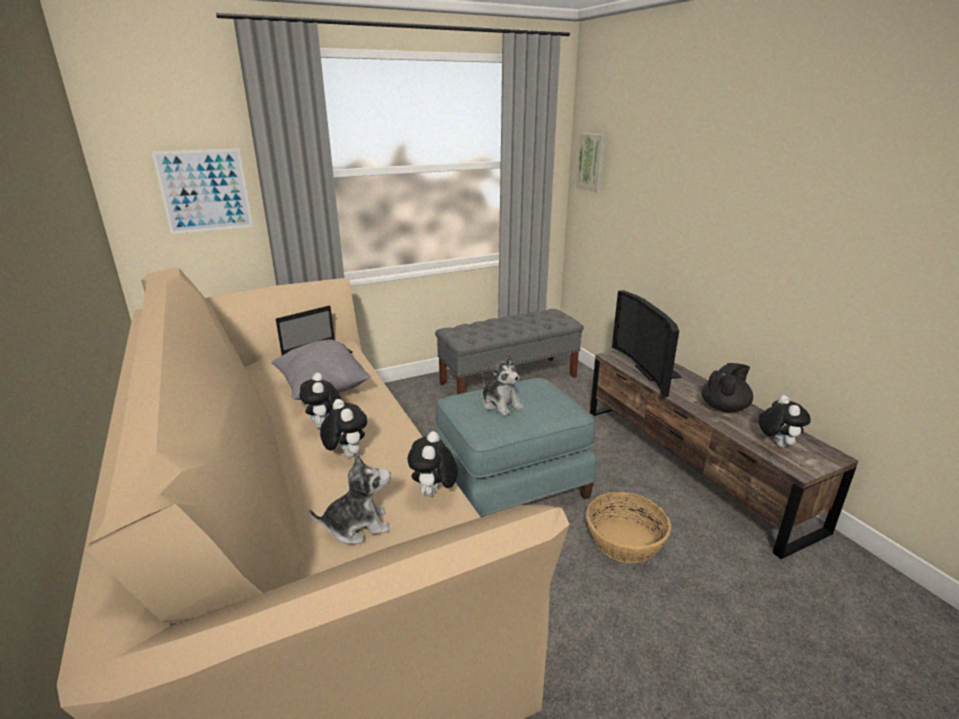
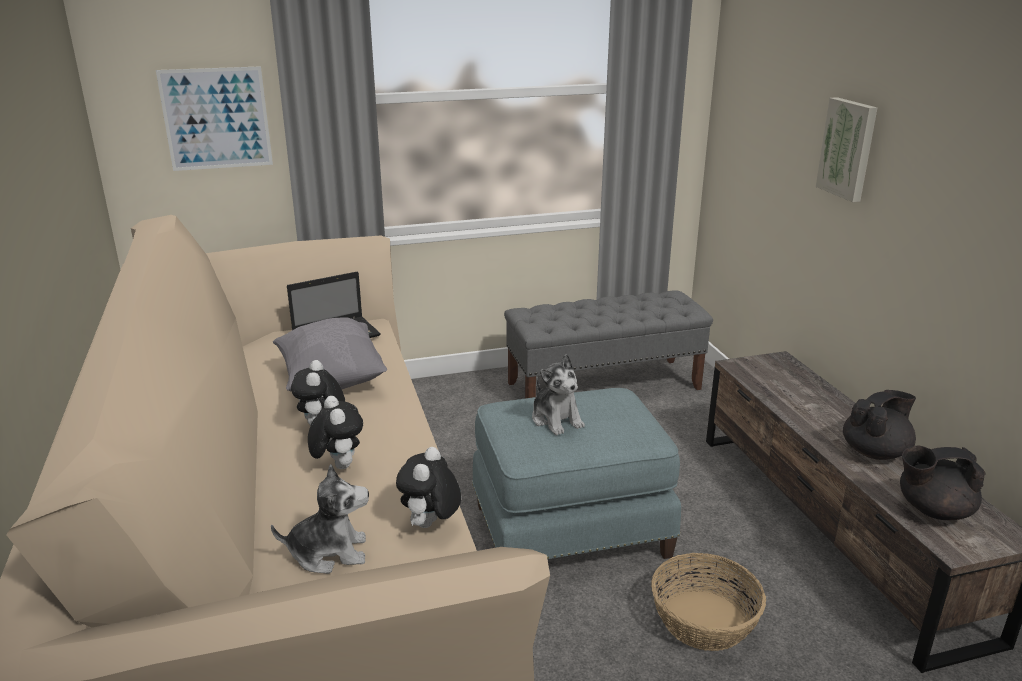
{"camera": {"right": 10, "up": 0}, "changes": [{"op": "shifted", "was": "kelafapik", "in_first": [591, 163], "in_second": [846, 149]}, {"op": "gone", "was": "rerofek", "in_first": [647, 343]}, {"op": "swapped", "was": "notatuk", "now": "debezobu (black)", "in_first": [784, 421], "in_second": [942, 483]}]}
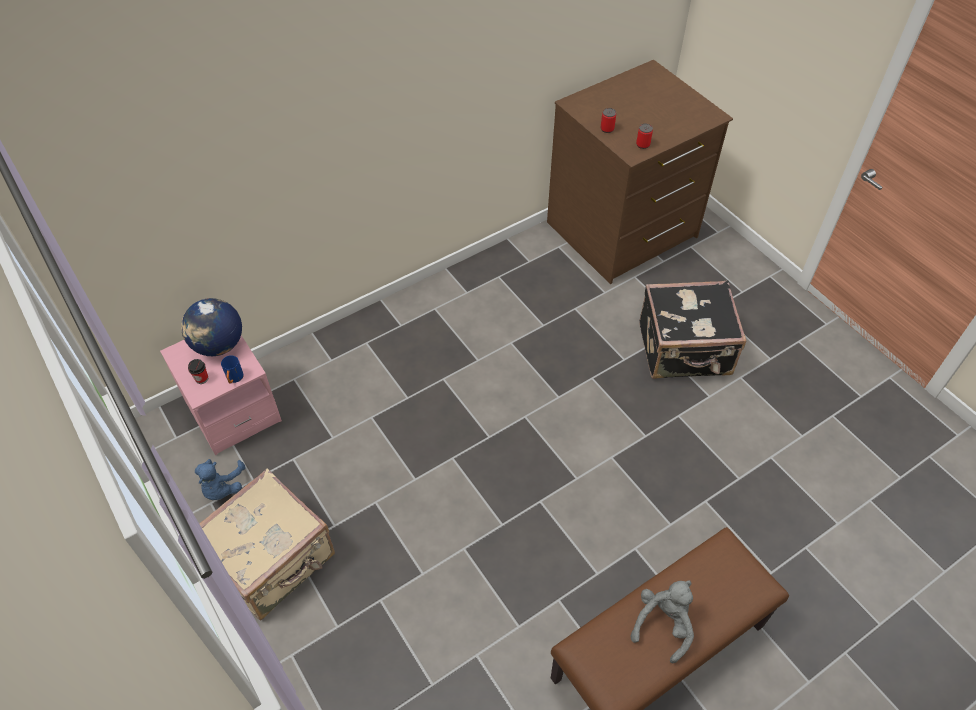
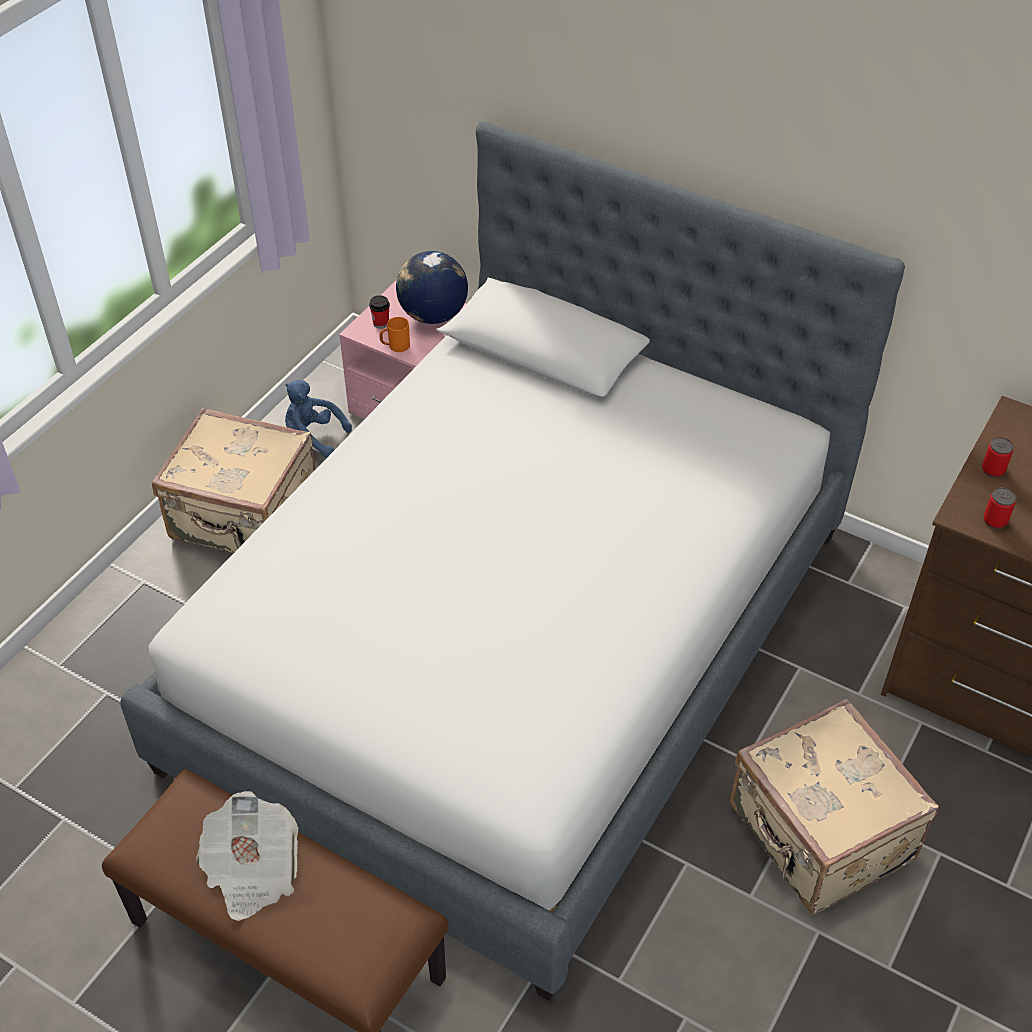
{"camera": {"right": 65, "up": -5}, "changes": [{"op": "rotated", "was": "notatuk (blue)", "in_first": [220, 479], "in_second": [318, 419], "clockwise": 45}, {"op": "repainted", "was": "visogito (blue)", "now": "visogito (orange)", "in_first": [232, 369], "in_second": [394, 334]}, {"op": "swapped", "was": "notatuk (grey)", "now": "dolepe", "in_first": [662, 622], "in_second": [247, 856]}, {"op": "repainted", "was": "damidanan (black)", "now": "damidanan (beige)", "in_first": [692, 329], "in_second": [834, 806]}, {"op": "new", "now": "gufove", "in_second": [512, 561]}]}
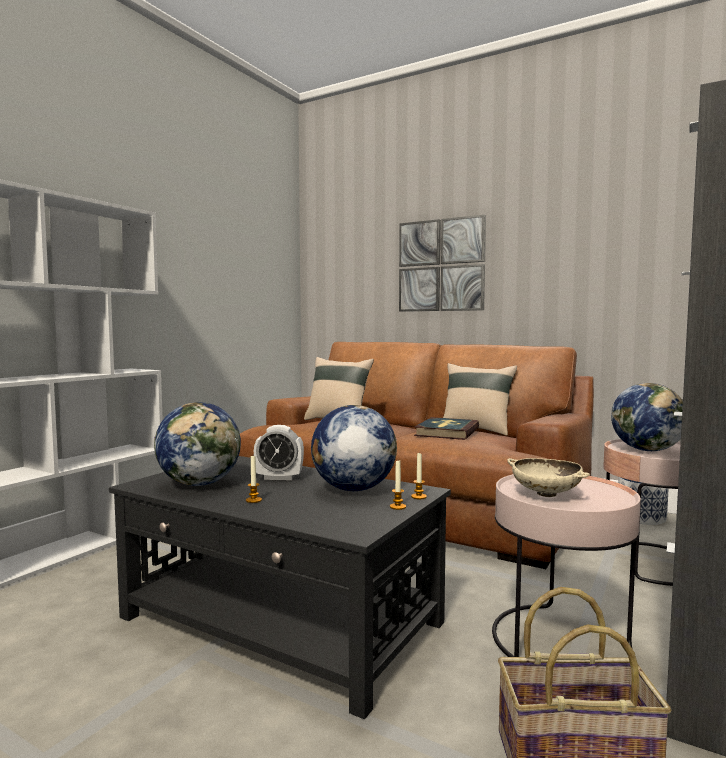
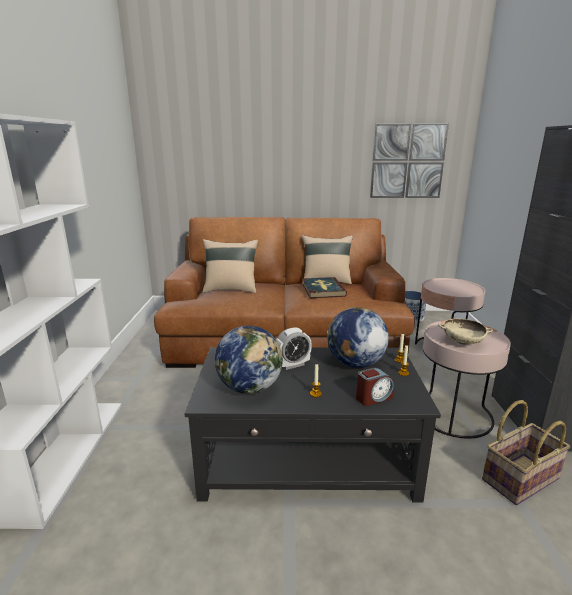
{"camera": {"right": -30, "up": 15}, "changes": [{"op": "shifted", "was": "kelafapik", "in_first": [442, 263], "in_second": [409, 160]}, {"op": "gone", "was": "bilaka", "in_first": [647, 417]}, {"op": "new", "now": "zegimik", "in_second": [375, 387]}]}
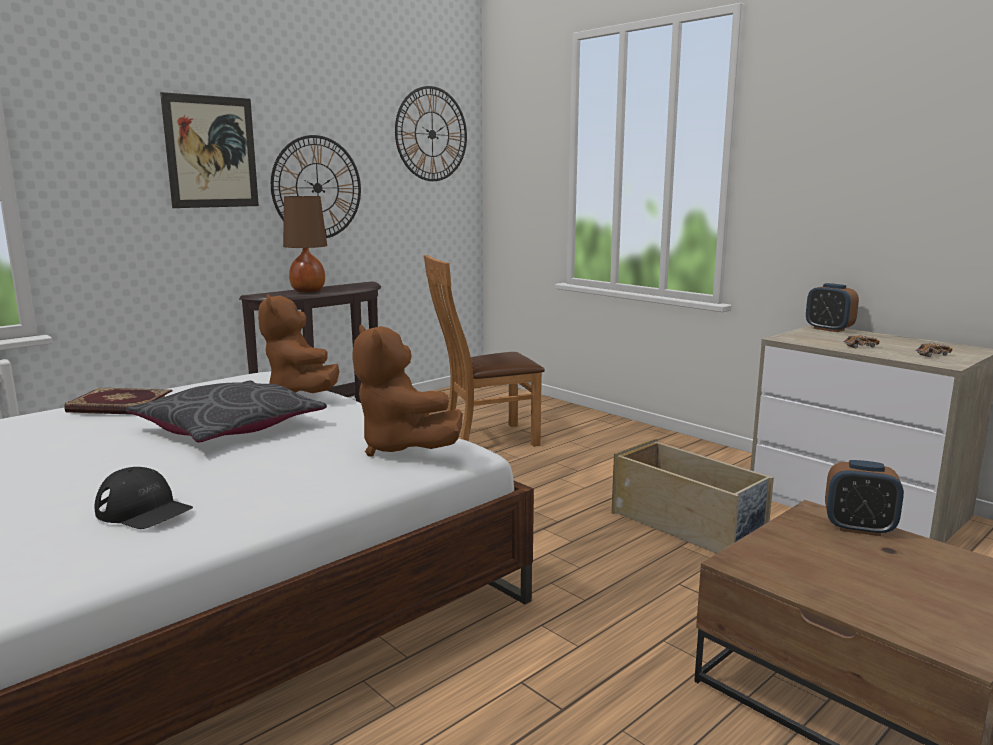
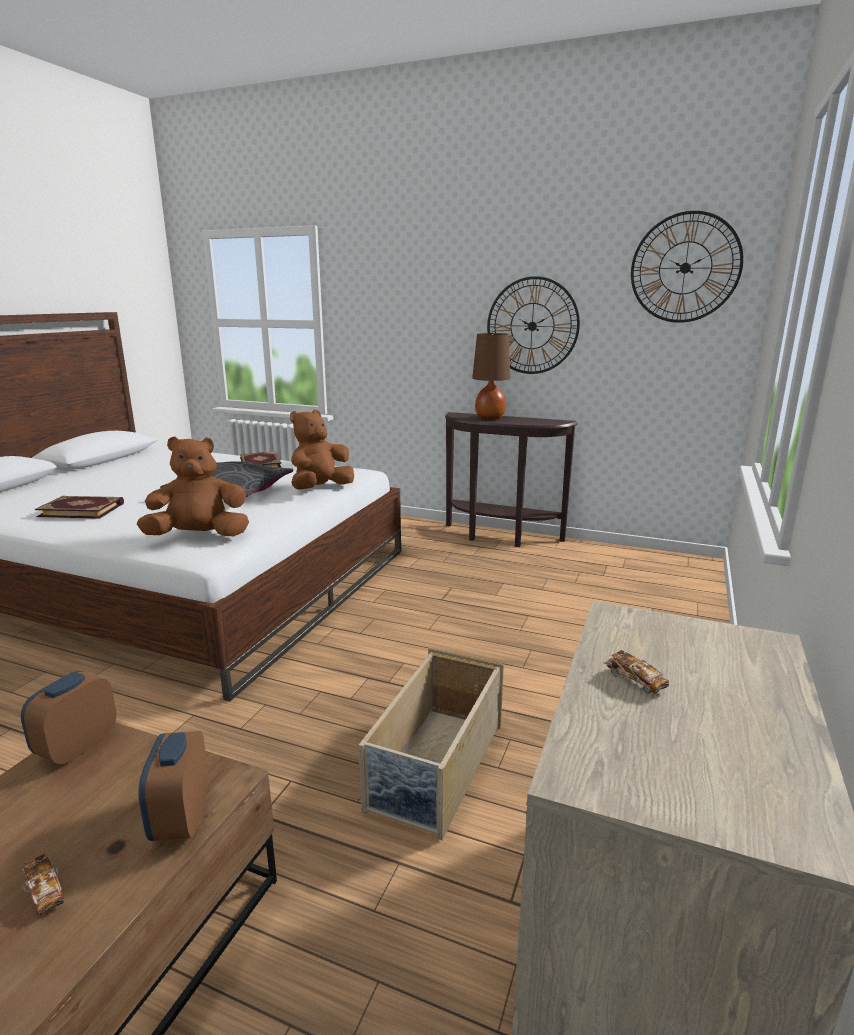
{"camera": {"right": 65, "up": 5}, "changes": [{"op": "swapped", "was": "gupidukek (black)", "now": "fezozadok", "in_first": [143, 498], "in_second": [79, 507]}, {"op": "gone", "was": "kelafapik", "in_first": [209, 150]}, {"op": "rotated", "was": "notatuk (brown)", "in_first": [407, 391], "in_second": [193, 486], "clockwise": 45}, {"op": "gone", "was": "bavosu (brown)", "in_first": [484, 351]}, {"op": "shifted", "was": "zegimik", "in_first": [832, 307], "in_second": [68, 717]}, {"op": "shifted", "was": "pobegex", "in_first": [933, 350], "in_second": [43, 884]}]}
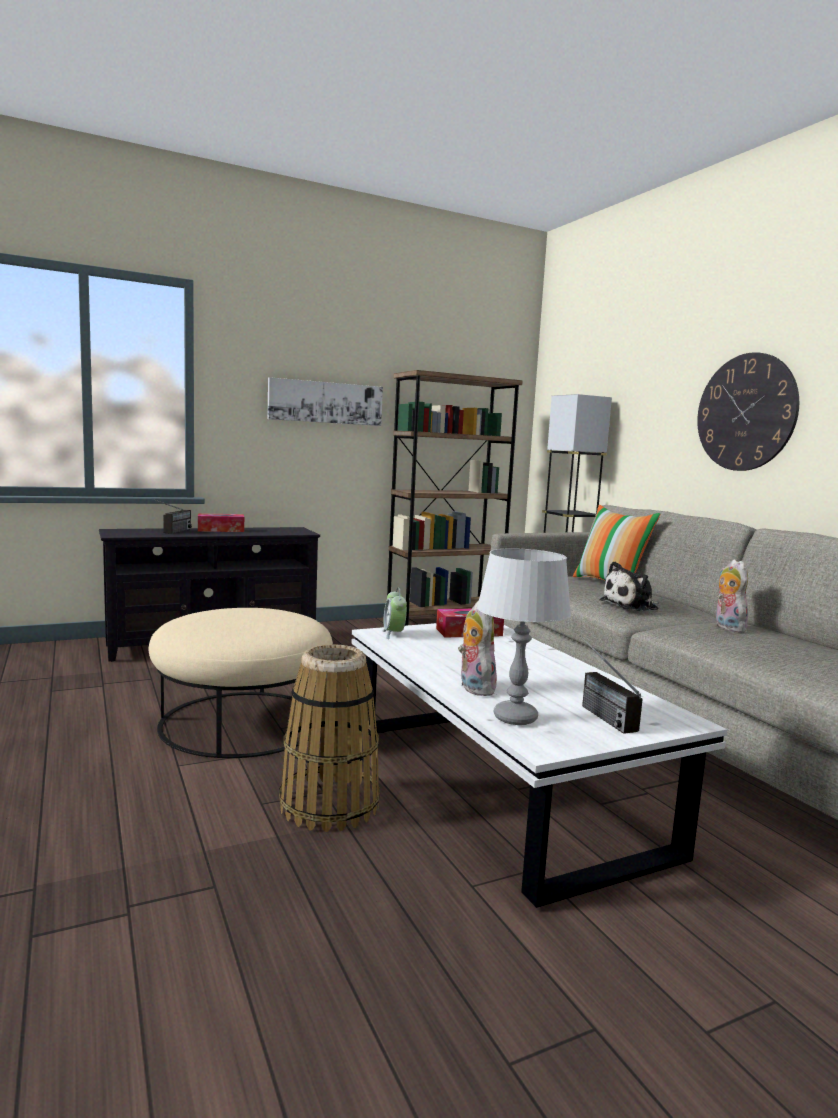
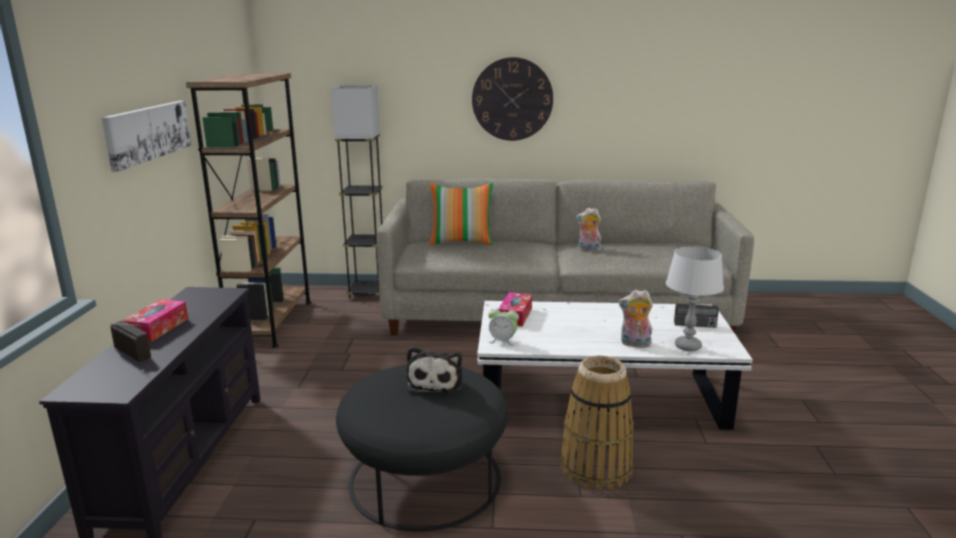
{"camera": {"right": -60, "up": 10}, "changes": [{"op": "repainted", "was": "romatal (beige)", "now": "romatal (black)", "in_first": [241, 683], "in_second": [422, 448]}, {"op": "shifted", "was": "notatuk", "in_first": [629, 586], "in_second": [434, 370]}]}
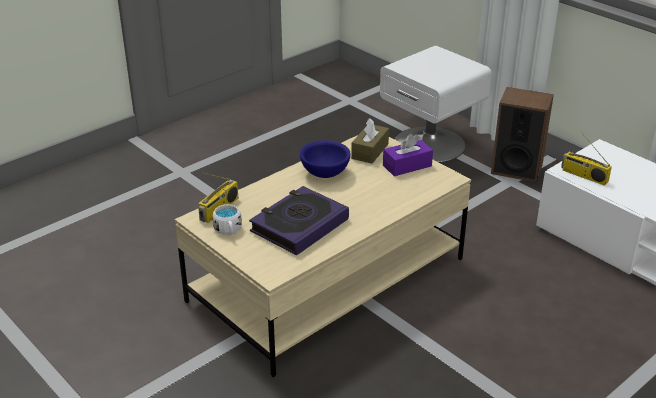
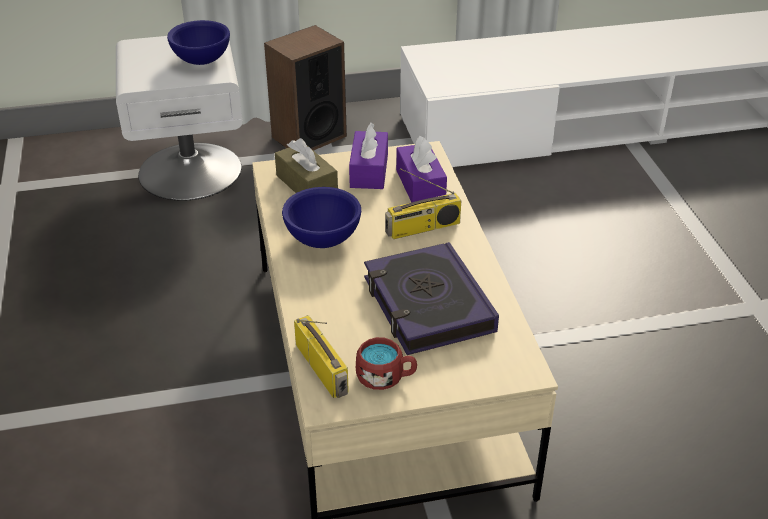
{"camera": {"right": -60, "up": 5}, "changes": [{"op": "repainted", "was": "visogito (white)", "now": "visogito (red)", "in_first": [227, 219], "in_second": [386, 363]}, {"op": "shifted", "was": "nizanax", "in_first": [586, 158], "in_second": [423, 203]}, {"op": "new", "now": "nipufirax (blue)", "in_second": [198, 42]}, {"op": "new", "now": "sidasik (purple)", "in_second": [421, 169]}]}
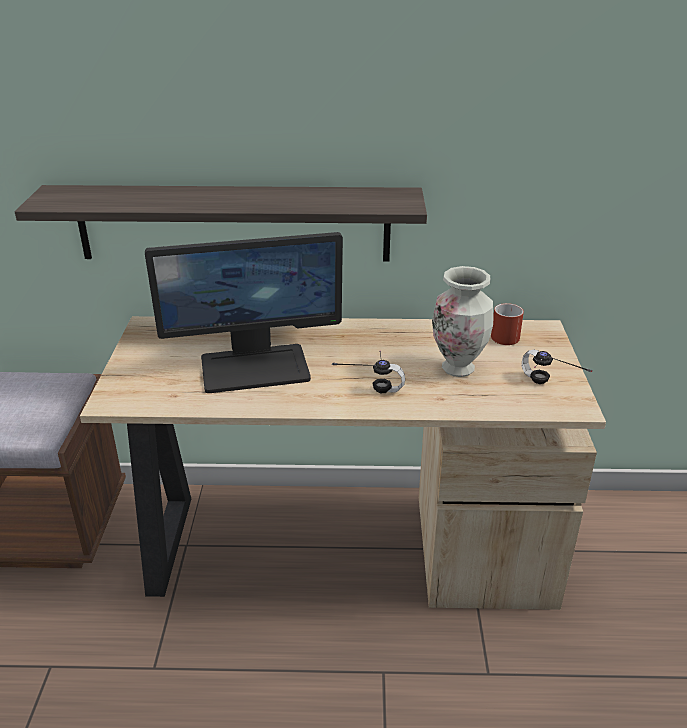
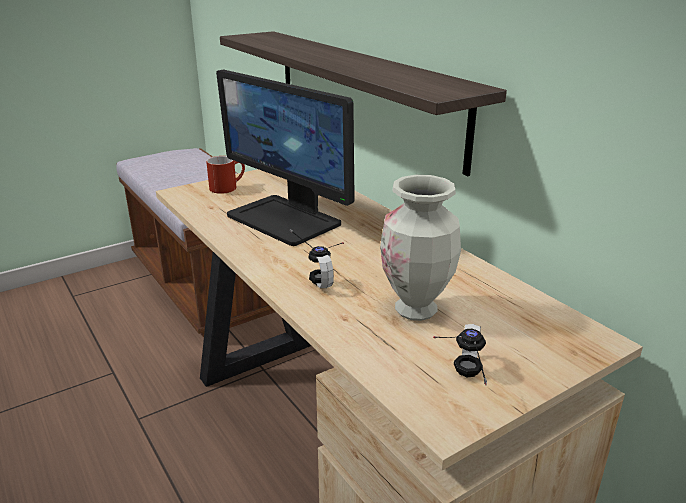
{"camera": {"right": 55, "up": -5}, "changes": [{"op": "shifted", "was": "visogito (red)", "in_first": [507, 324], "in_second": [225, 175]}]}
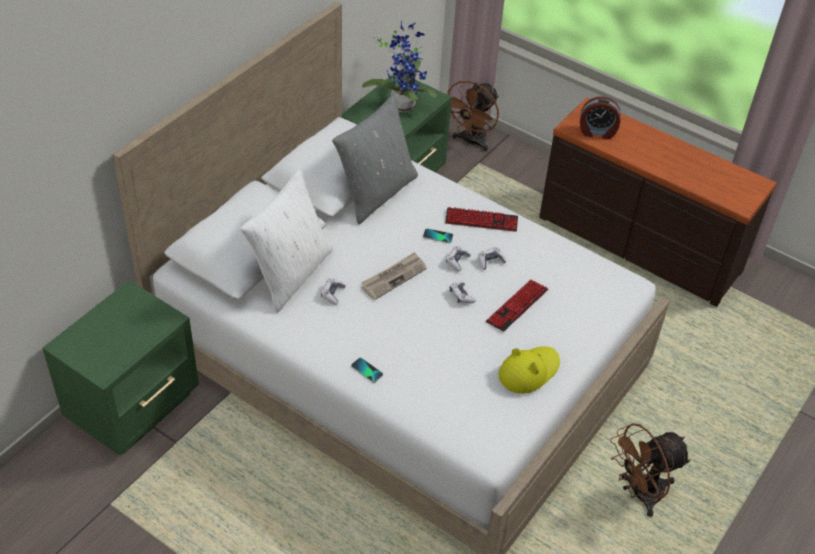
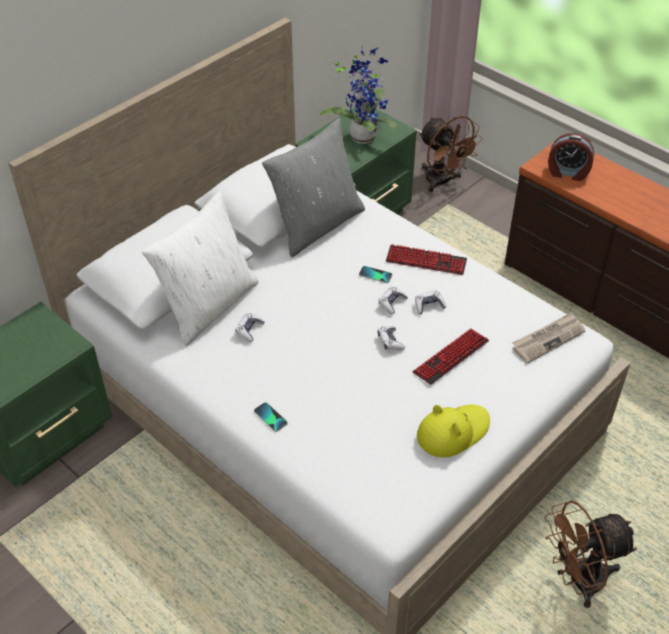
{"camera": {"right": 10, "up": 0}, "changes": [{"op": "shifted", "was": "dolepe", "in_first": [394, 276], "in_second": [548, 337]}, {"op": "rotated", "was": "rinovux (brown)", "in_first": [472, 116], "in_second": [451, 154], "clockwise": -75}]}
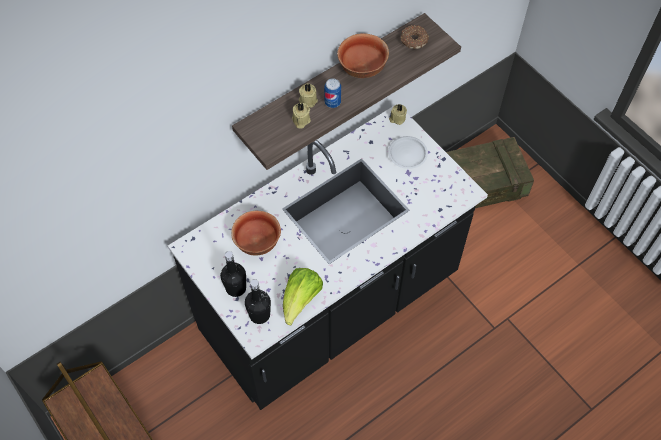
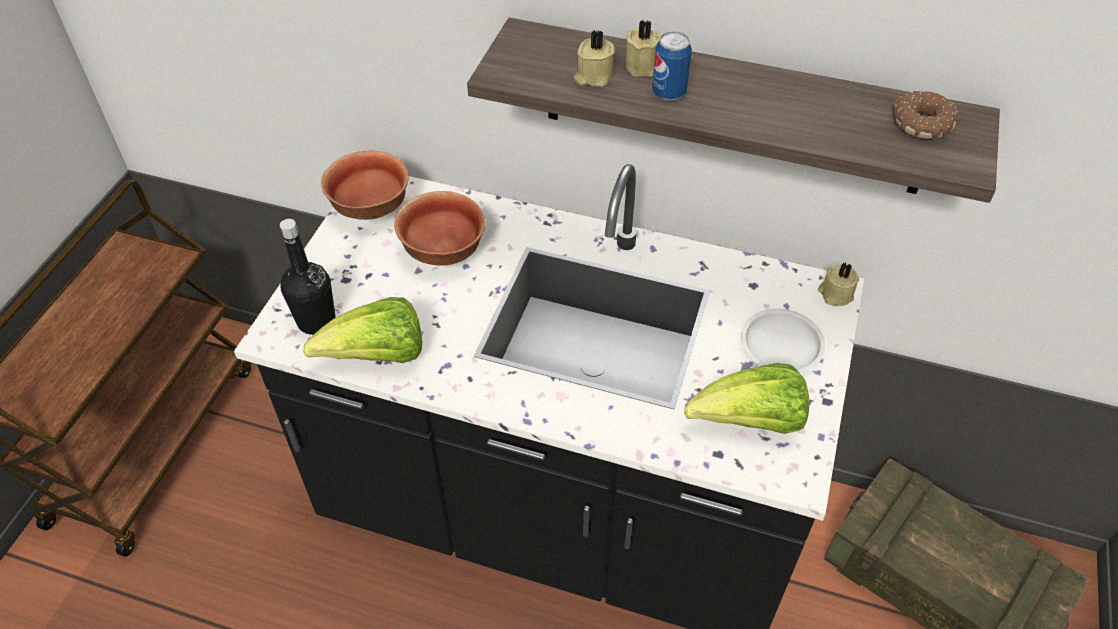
{"camera": {"right": 55, "up": -10}, "changes": [{"op": "gone", "was": "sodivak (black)", "in_first": [233, 274]}, {"op": "shifted", "was": "nipufirax", "in_first": [363, 55], "in_second": [365, 185]}, {"op": "new", "now": "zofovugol", "in_second": [747, 398]}]}
